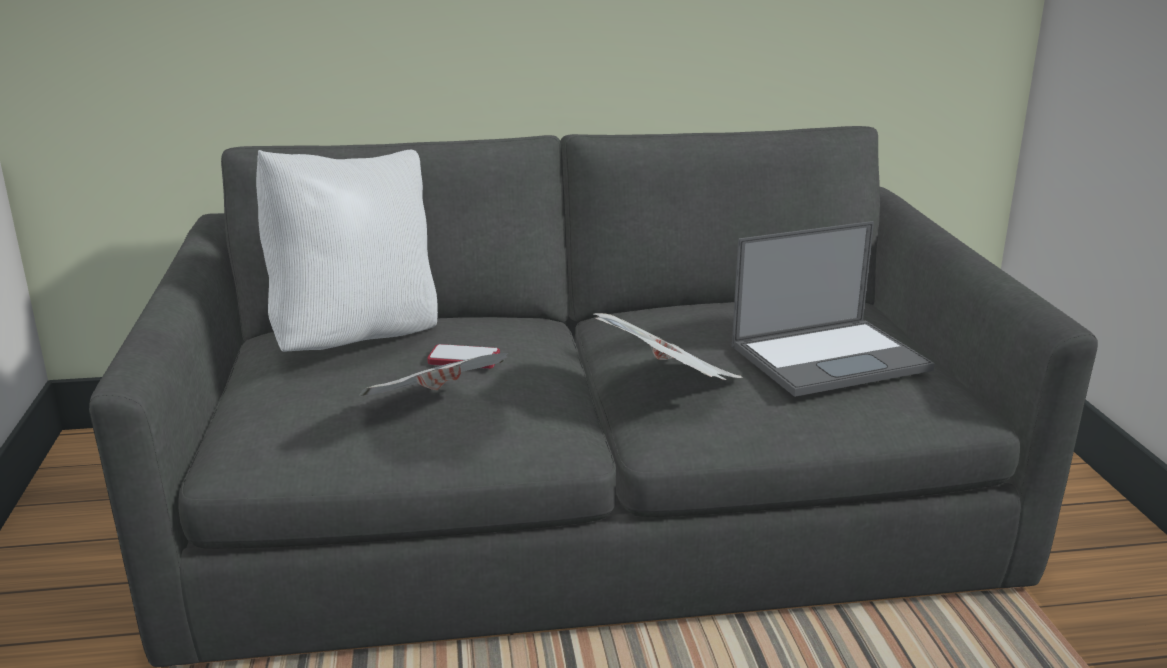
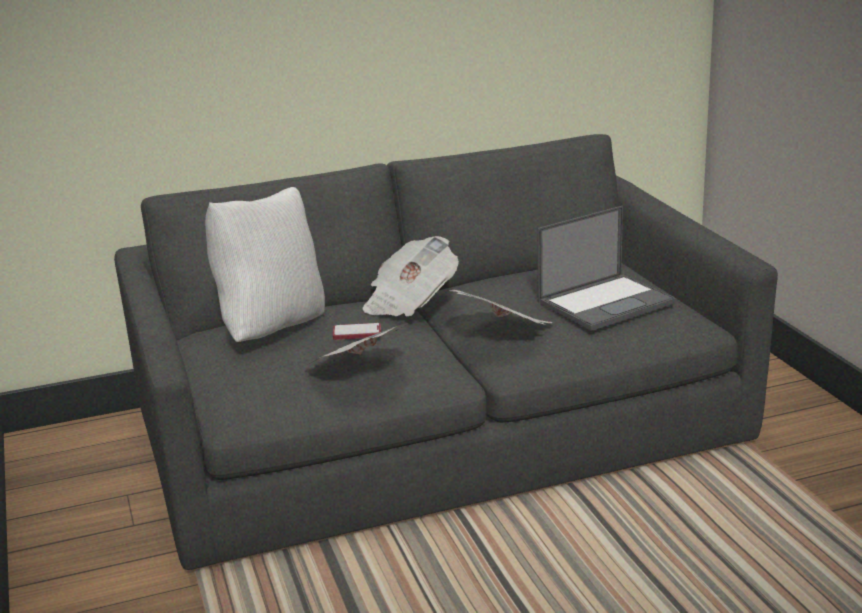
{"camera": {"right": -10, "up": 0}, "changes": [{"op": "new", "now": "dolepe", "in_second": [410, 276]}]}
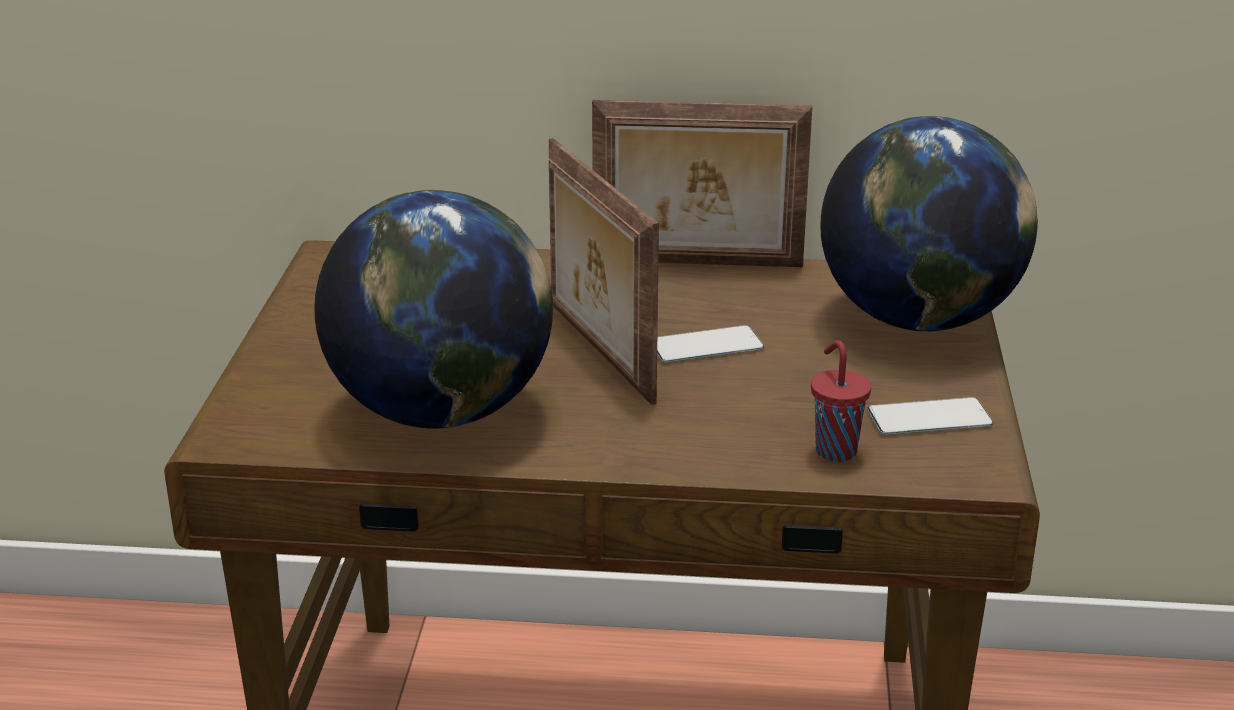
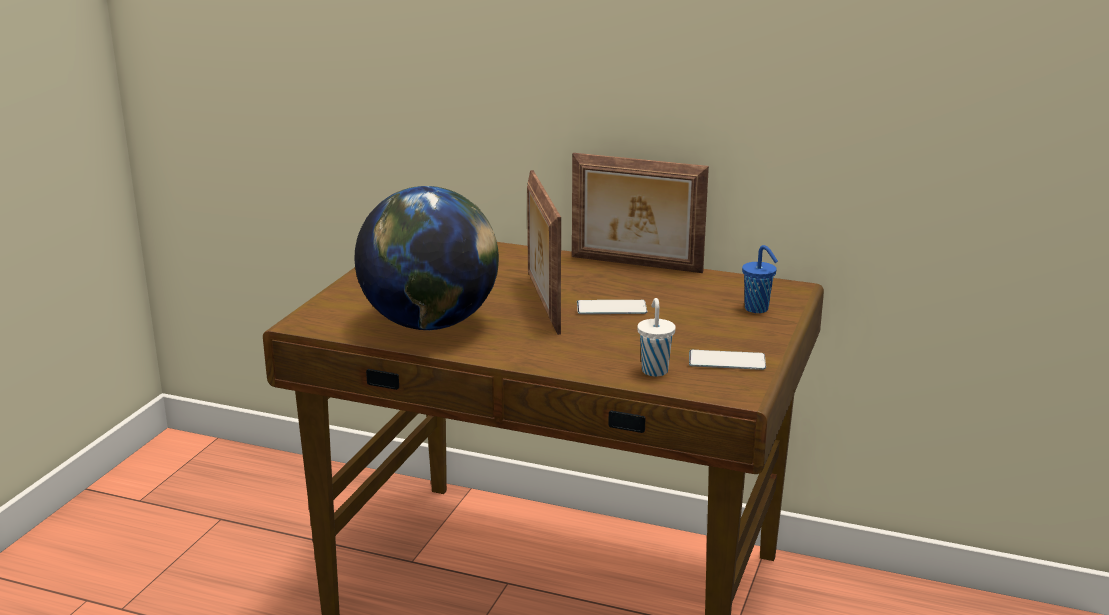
{"camera": {"right": 15, "up": -5}, "changes": [{"op": "repainted", "was": "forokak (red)", "now": "forokak (white)", "in_first": [841, 401], "in_second": [657, 337]}, {"op": "swapped", "was": "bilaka", "now": "forokak (blue)", "in_first": [929, 224], "in_second": [760, 279]}]}
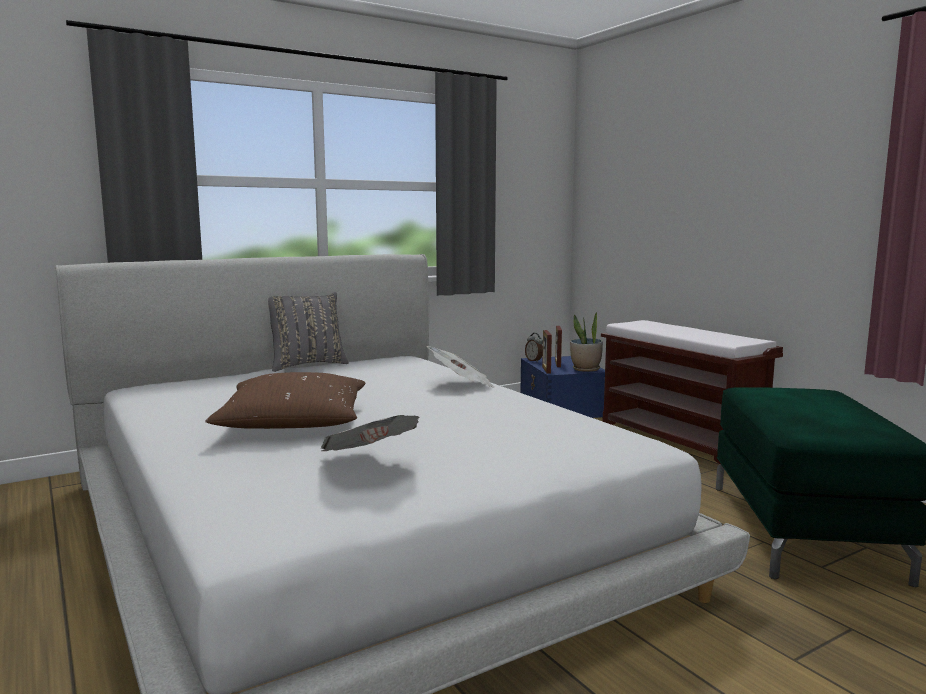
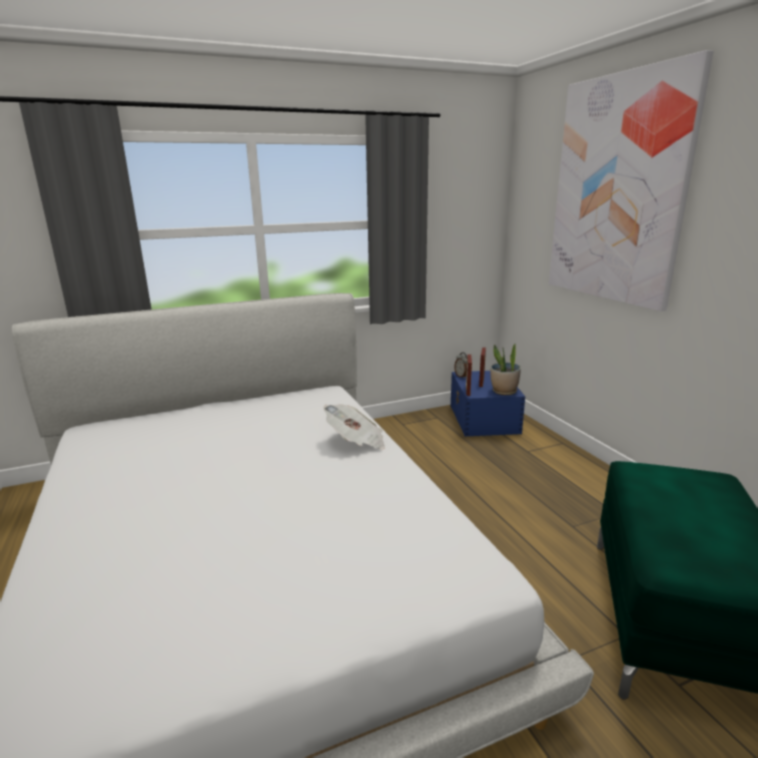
{"camera": {"right": 10, "up": 10}, "changes": [{"op": "gone", "was": "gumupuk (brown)", "in_first": [285, 400]}, {"op": "gone", "was": "gumupuk (grey)", "in_first": [308, 332]}, {"op": "gone", "was": "dolepe", "in_first": [370, 433]}, {"op": "gone", "was": "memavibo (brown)", "in_first": [692, 392]}, {"op": "new", "now": "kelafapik", "in_second": [631, 180]}]}
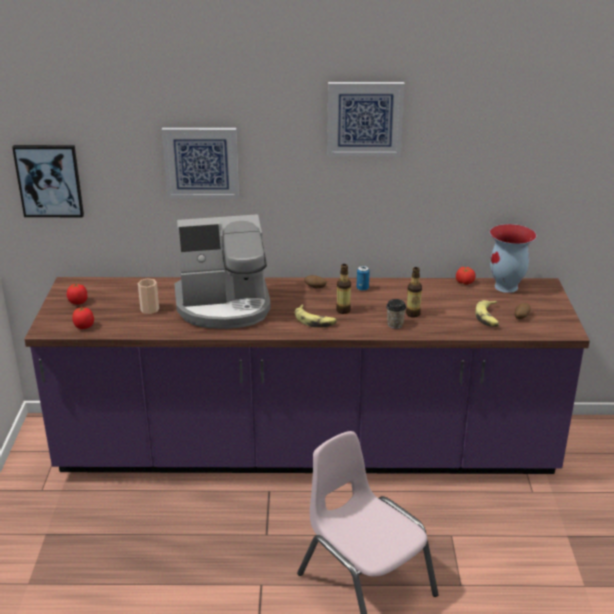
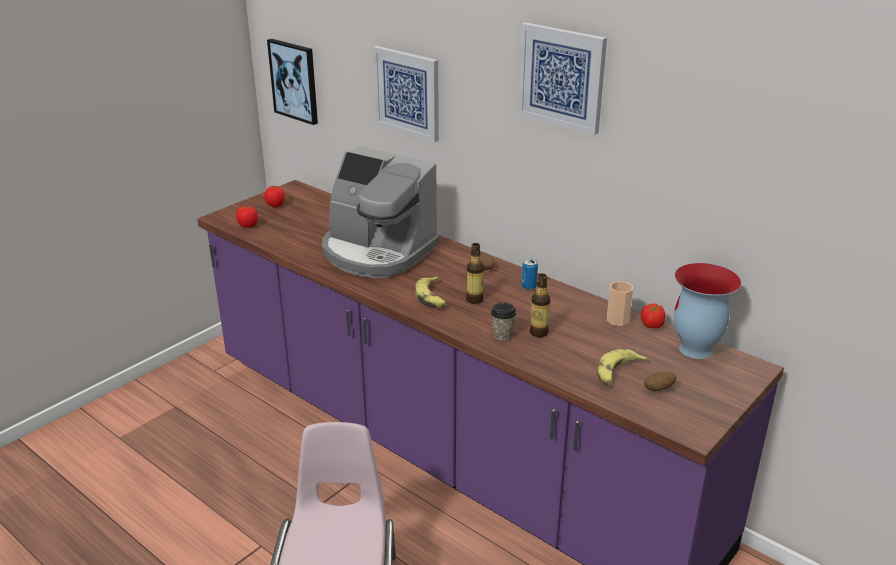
{"camera": {"right": 40, "up": 0}, "changes": [{"op": "shifted", "was": "forokak", "in_first": [148, 296], "in_second": [620, 303]}]}
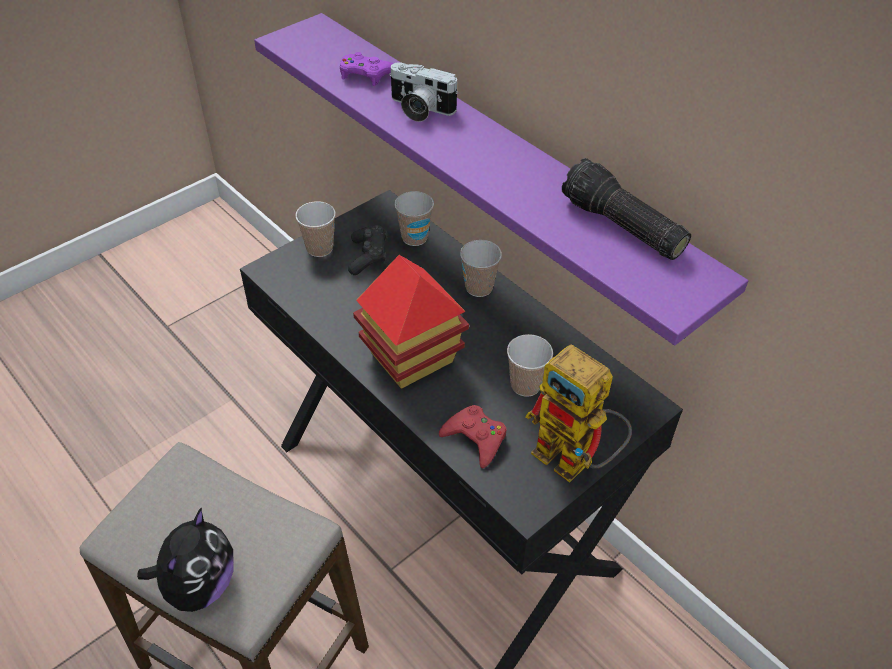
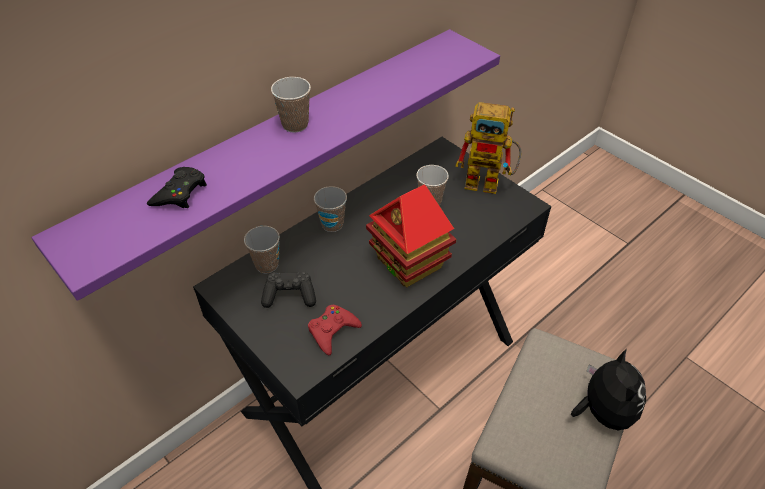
{"camera": {"right": -90, "up": 0}, "changes": [{"op": "rotated", "was": "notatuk", "in_first": [185, 559], "in_second": [608, 389], "clockwise": 75}, {"op": "shifted", "was": "forokak", "in_first": [315, 229], "in_second": [291, 105]}, {"op": "repainted", "was": "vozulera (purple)", "now": "vozulera (black)", "in_first": [367, 69], "in_second": [177, 187]}, {"op": "gone", "was": "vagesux", "in_first": [424, 92]}, {"op": "shifted", "was": "vozulera (red)", "in_first": [473, 436], "in_second": [335, 330]}, {"op": "rotated", "was": "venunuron", "in_first": [578, 413], "in_second": [488, 148], "clockwise": 60}, {"op": "gone", "was": "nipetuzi", "in_first": [626, 209]}]}
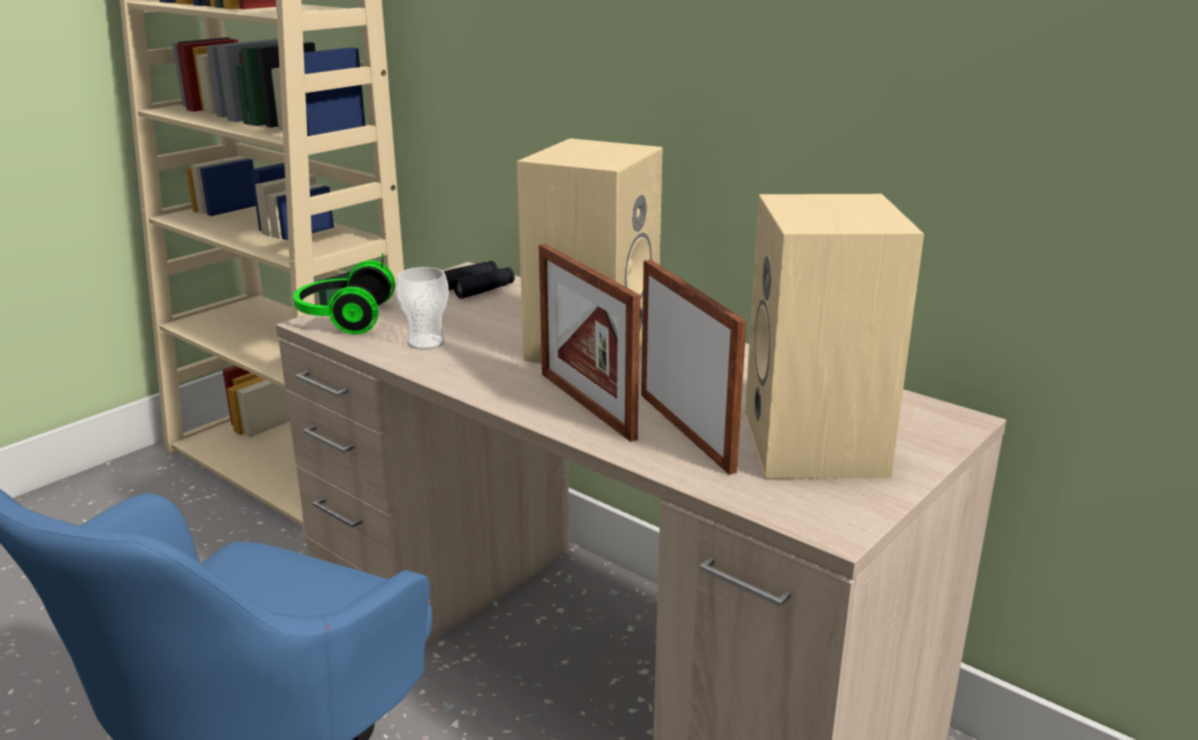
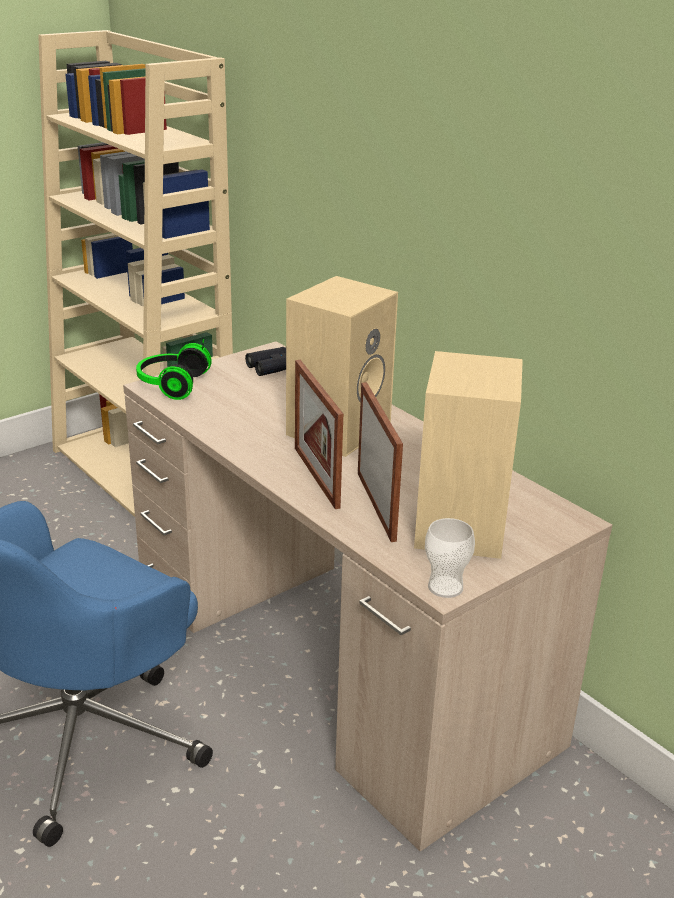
{"camera": {"right": 10, "up": 5}, "changes": [{"op": "shifted", "was": "forokak", "in_first": [422, 308], "in_second": [450, 558]}]}
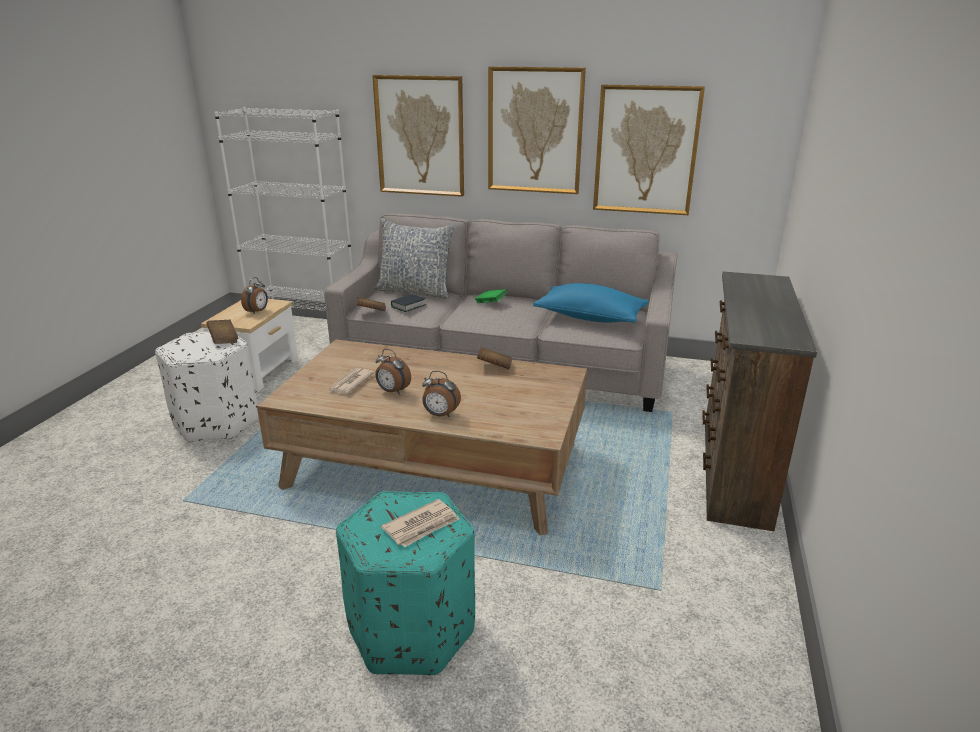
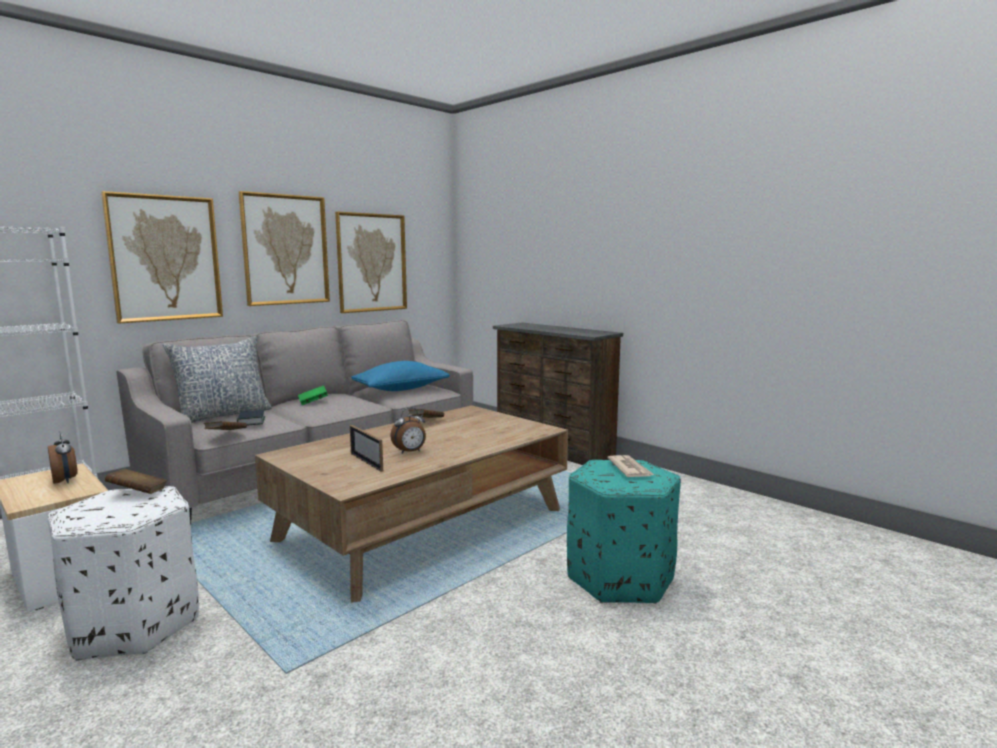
{"camera": {"right": -60, "up": -15}, "changes": [{"op": "swapped", "was": "dolepe", "now": "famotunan", "in_first": [351, 381], "in_second": [366, 448]}, {"op": "gone", "was": "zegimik", "in_first": [441, 394]}]}
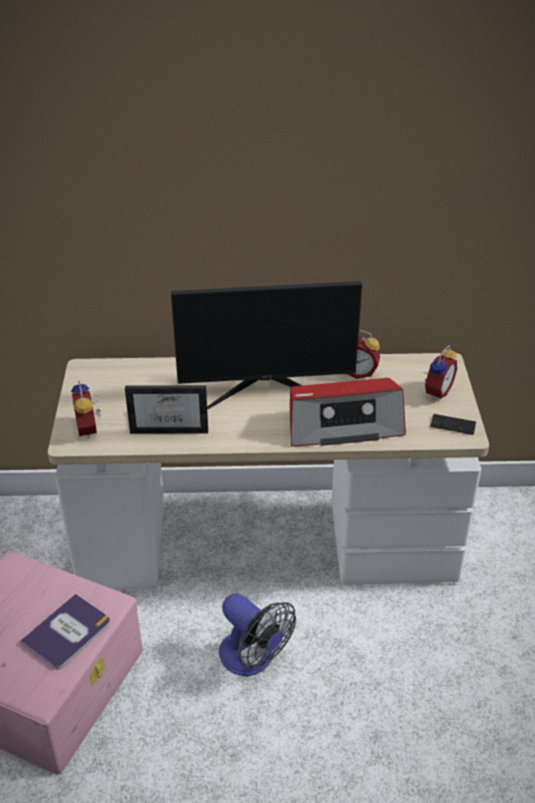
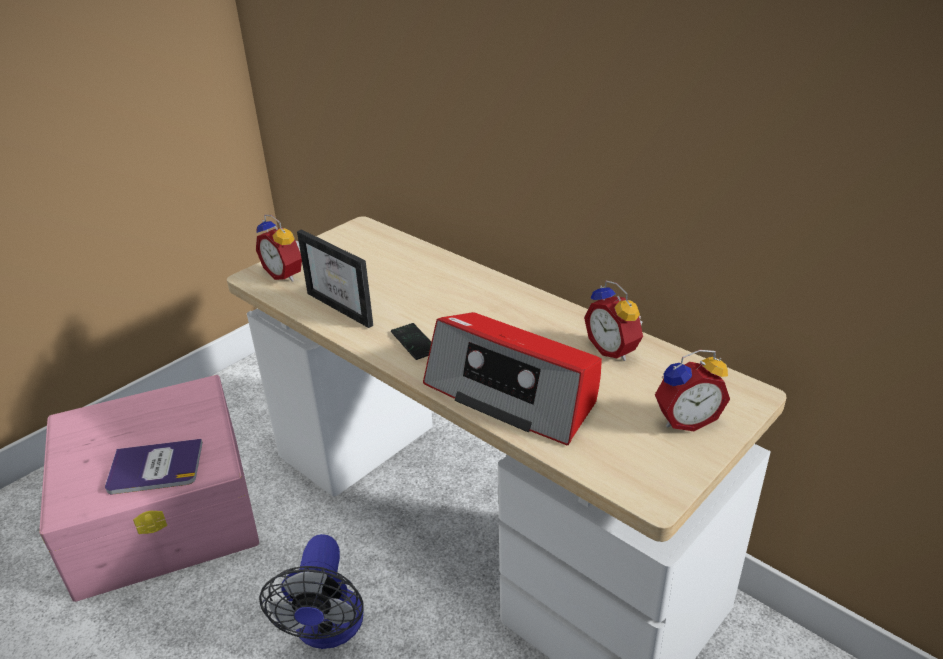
{"camera": {"right": 45, "up": -5}, "changes": [{"op": "rotated", "was": "zegimik", "in_first": [86, 410], "in_second": [279, 248], "clockwise": -75}, {"op": "gone", "was": "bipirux", "in_first": [266, 345]}, {"op": "shifted", "was": "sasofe", "in_first": [453, 424], "in_second": [411, 341]}]}
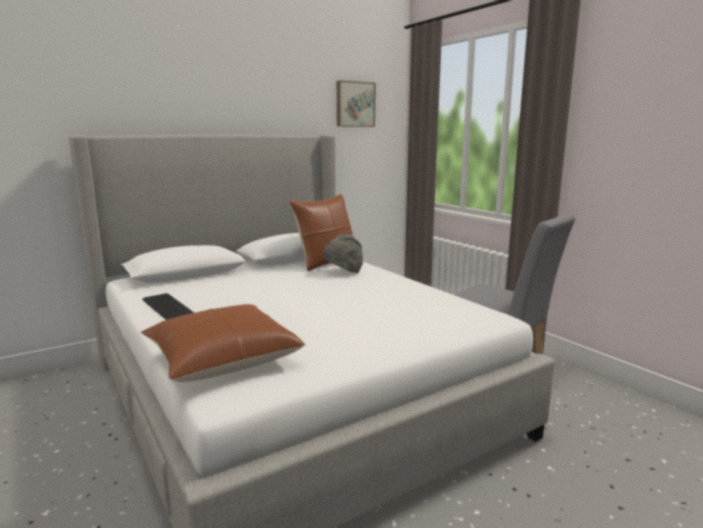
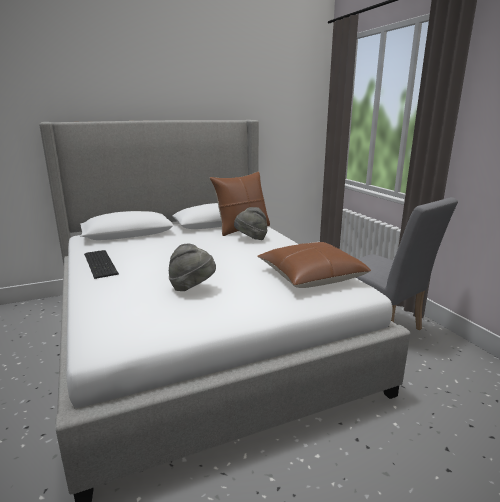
{"camera": {"right": 10, "up": 5}, "changes": [{"op": "shifted", "was": "gumupuk (brown)", "in_first": [222, 343], "in_second": [314, 265]}, {"op": "gone", "was": "kelafapik", "in_first": [356, 103]}, {"op": "new", "now": "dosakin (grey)", "in_second": [192, 267]}]}
